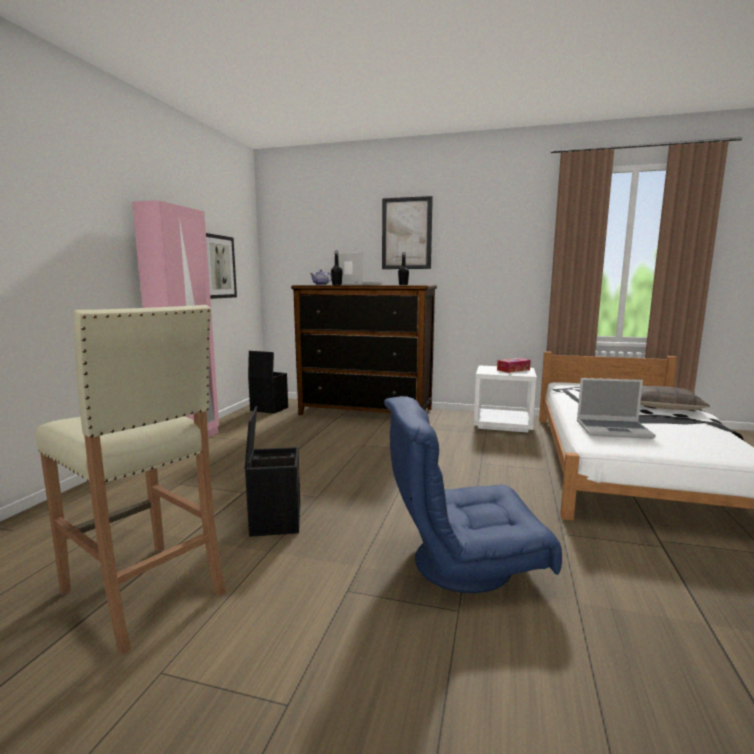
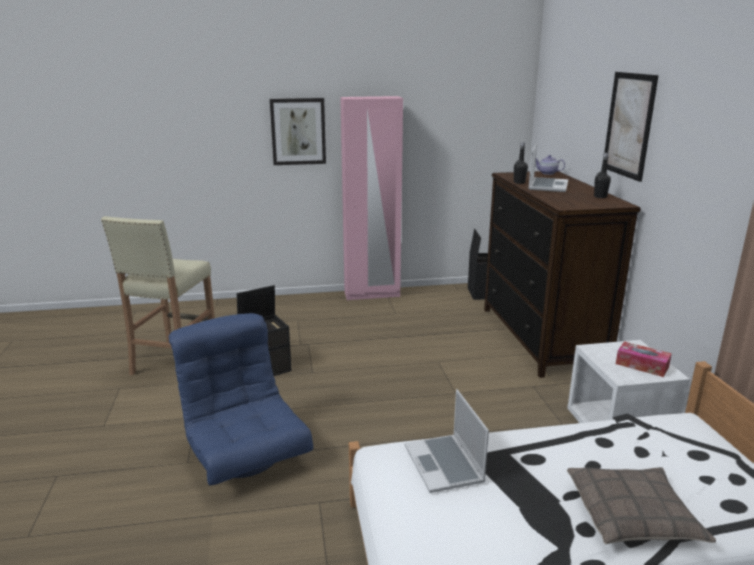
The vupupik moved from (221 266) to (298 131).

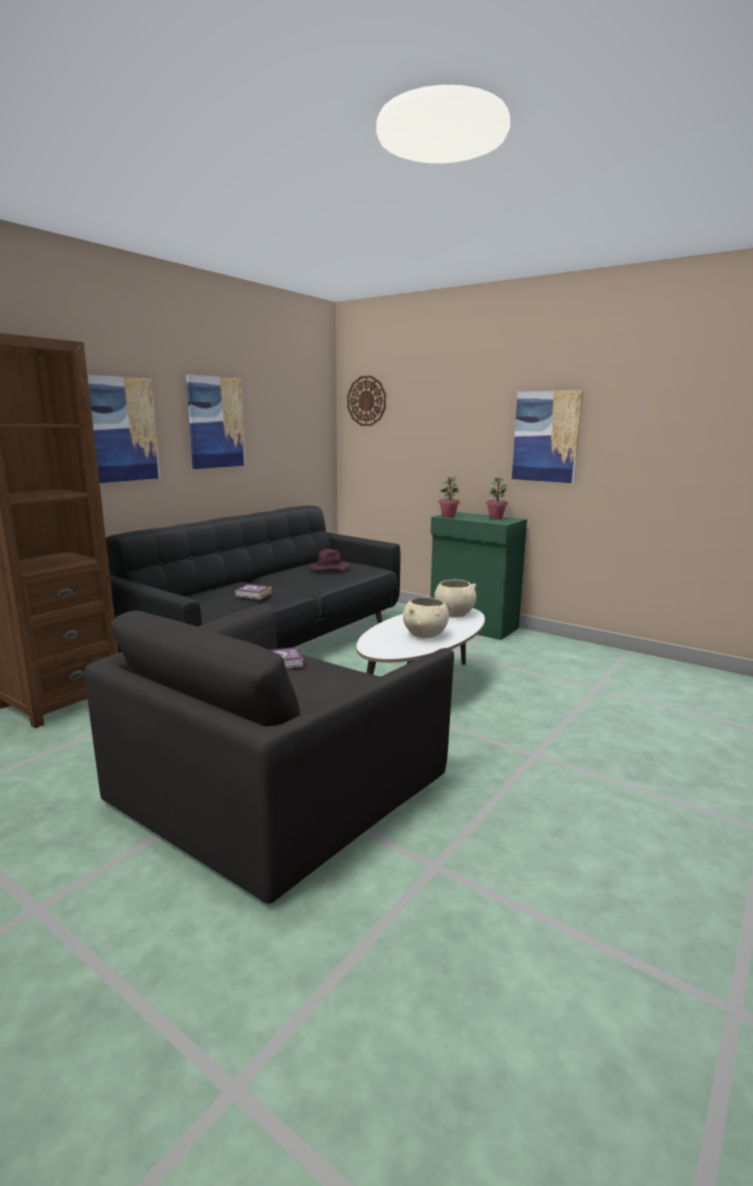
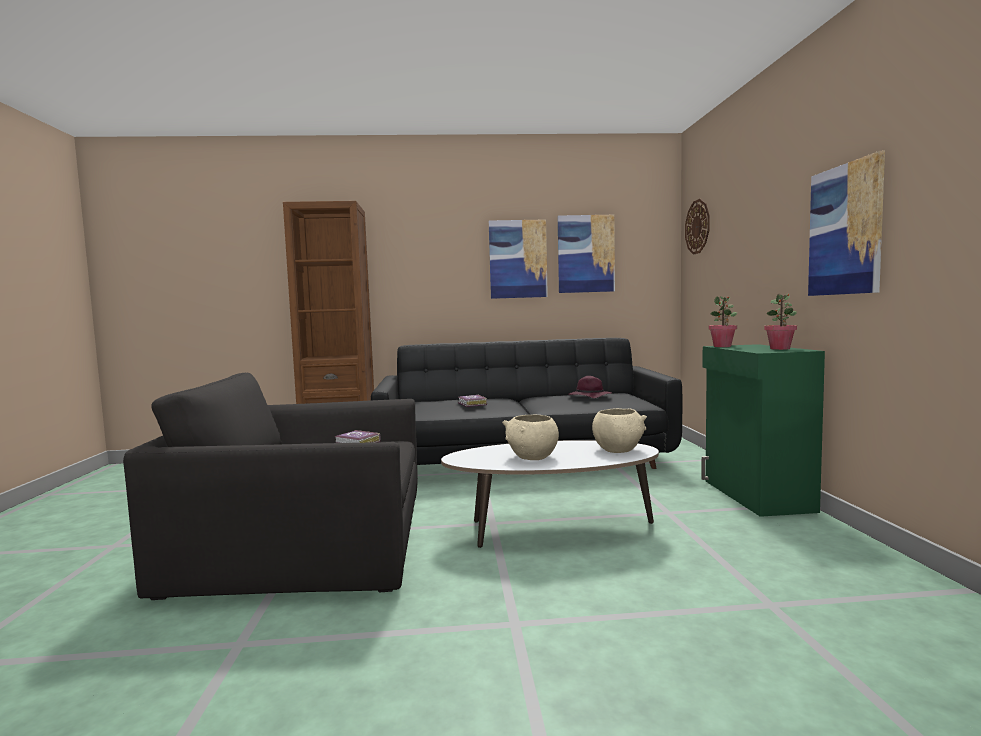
The vupupik moved from (123 429) to (586 254).

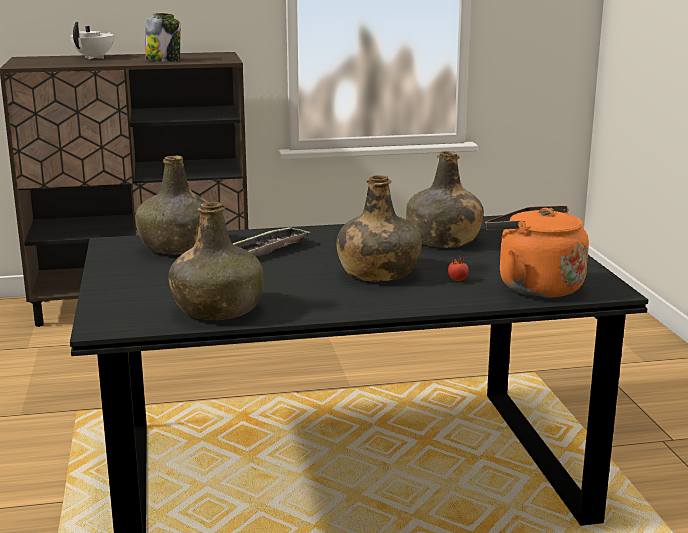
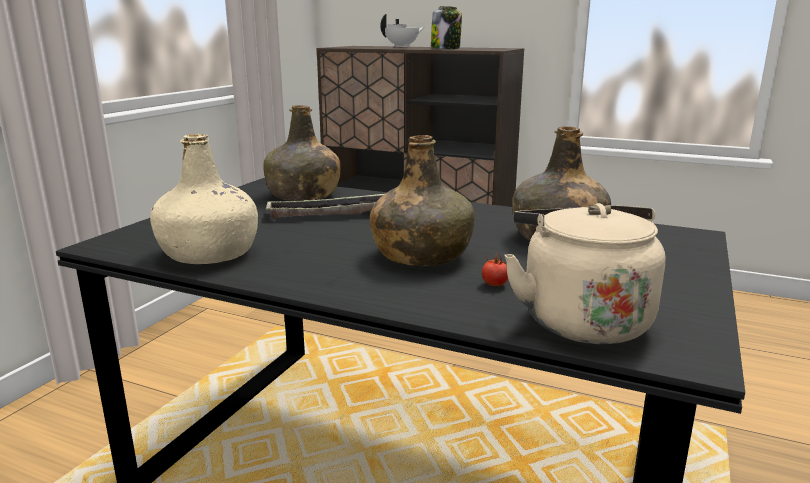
The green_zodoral at (216 261) became the beige_zodoral at (204 199).
The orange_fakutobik at (537 251) became the beige_fakutobik at (585 273).

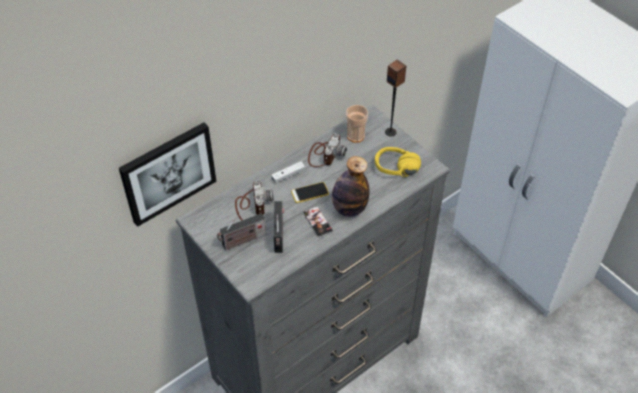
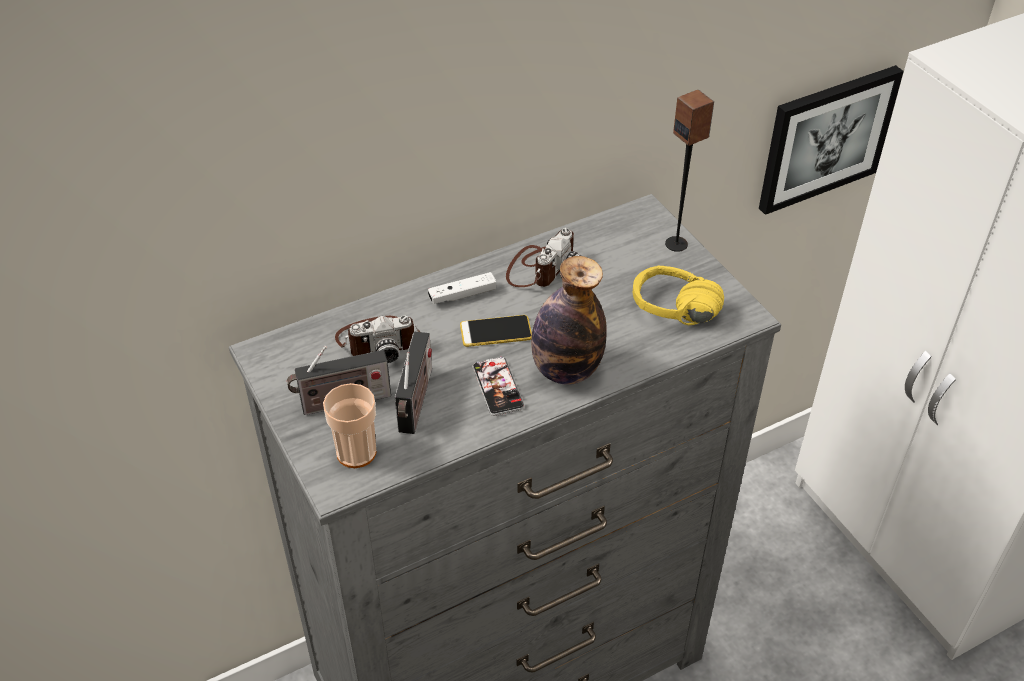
The vupupik moved from (168 174) to (831 140).
The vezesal at (254 200) turned 75 degrees clockwise.
The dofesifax moved from (357 124) to (350 425).

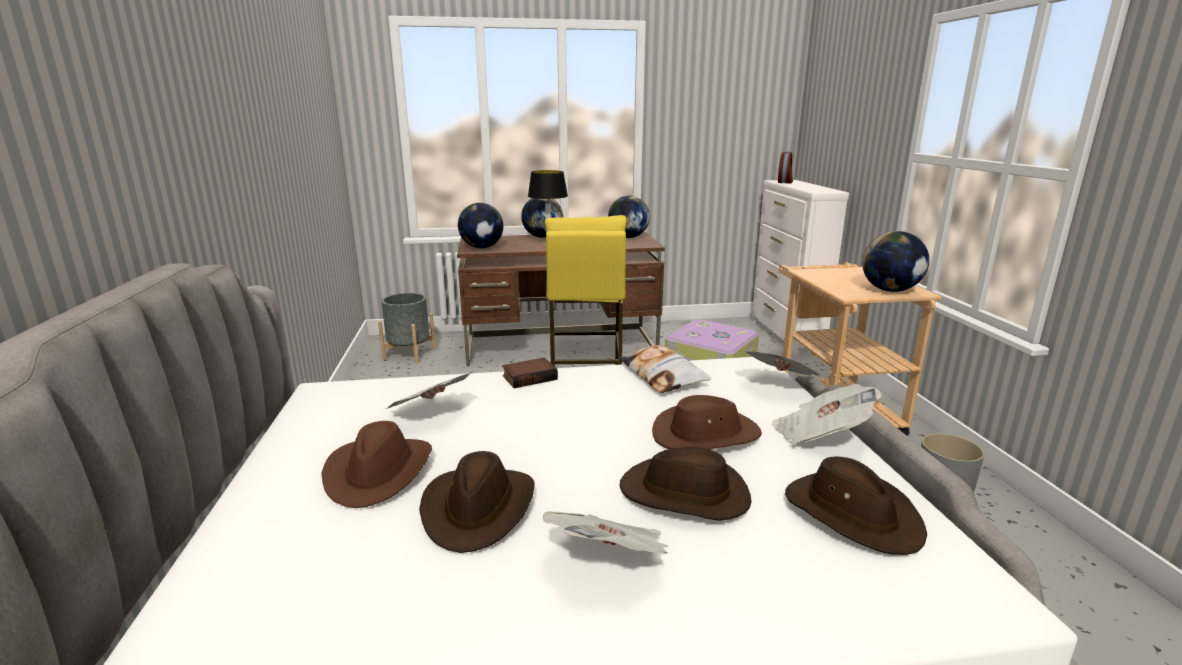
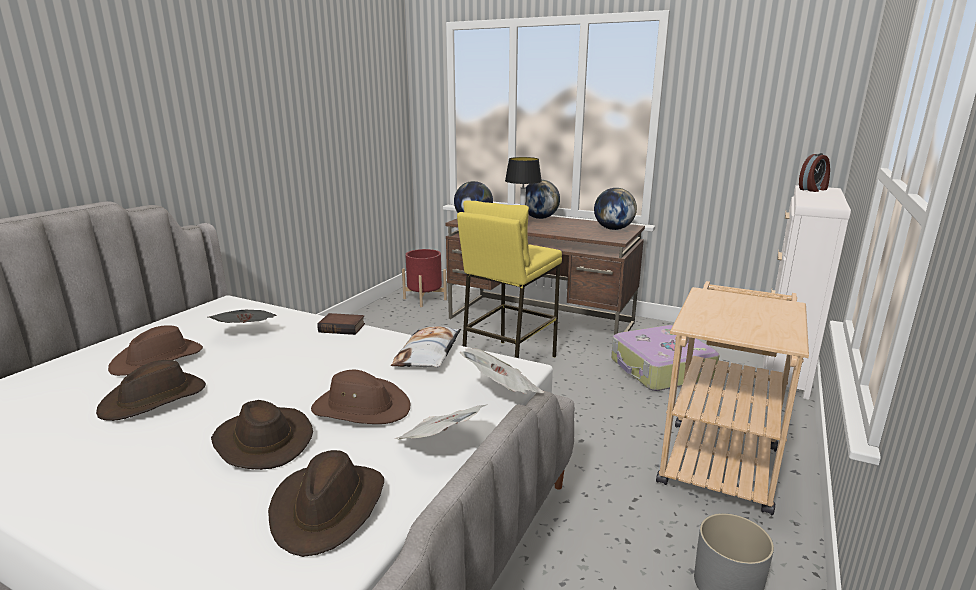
The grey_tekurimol at (407 328) became the red_tekurimol at (424 278).
The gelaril at (605 533) disappeared.
The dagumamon at (895 261) disappeared.

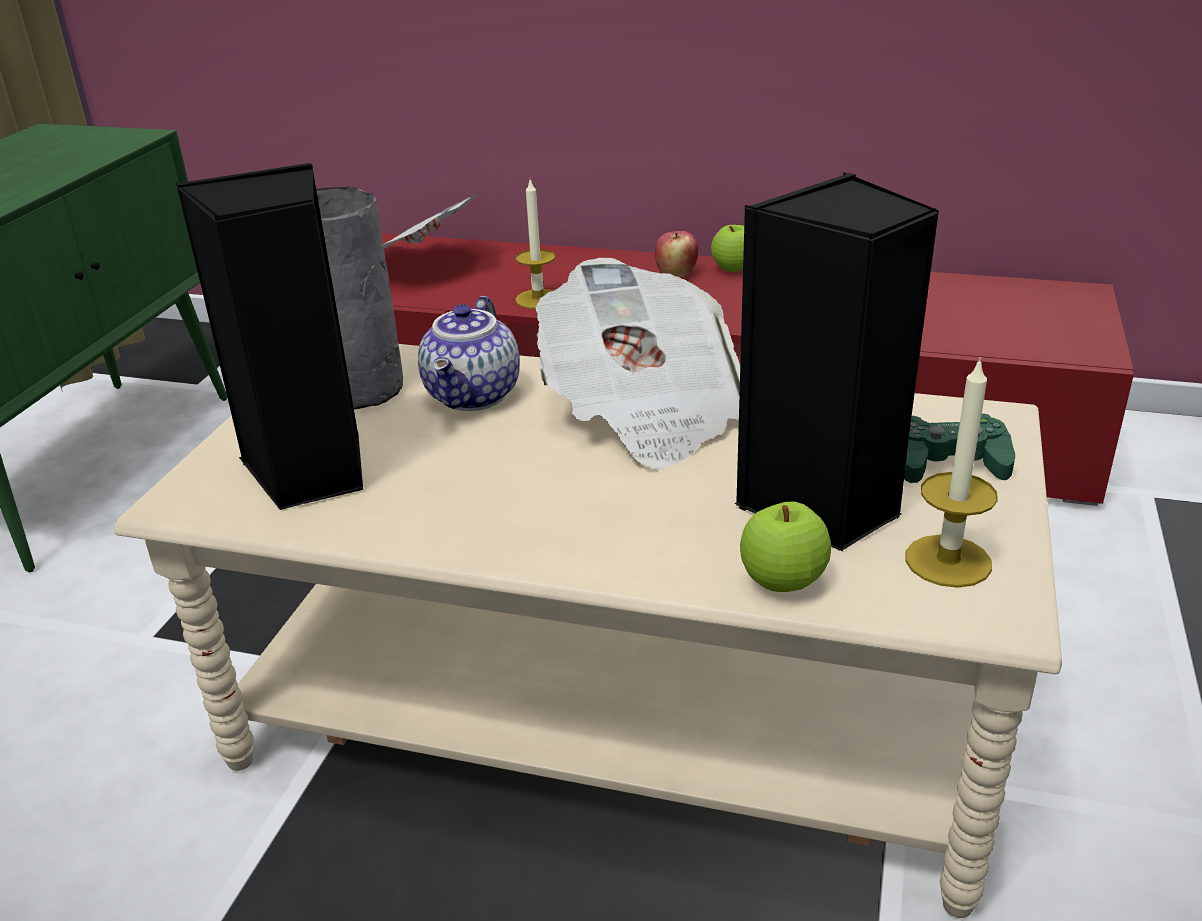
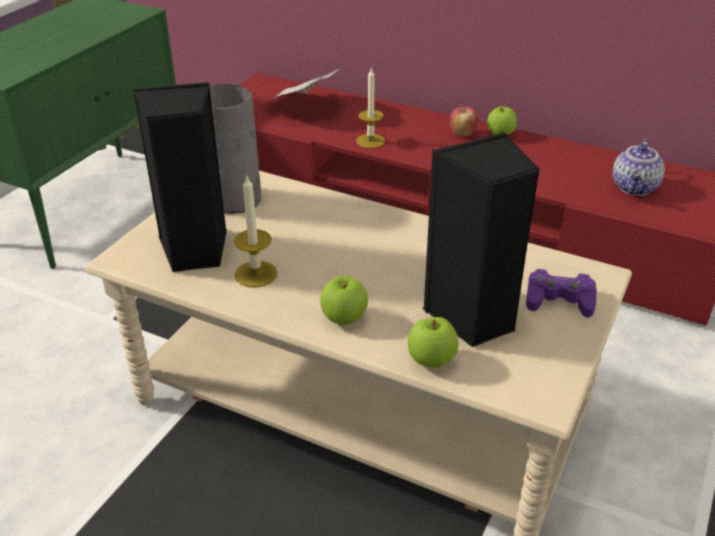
The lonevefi moved from (469 353) to (639 167).
The gelaril at (638 364) disappeared.
The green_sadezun at (959 448) became the purple_sadezun at (561 293).
The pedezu moved from (951 472) to (256 230).
The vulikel at (344 300) appeared.

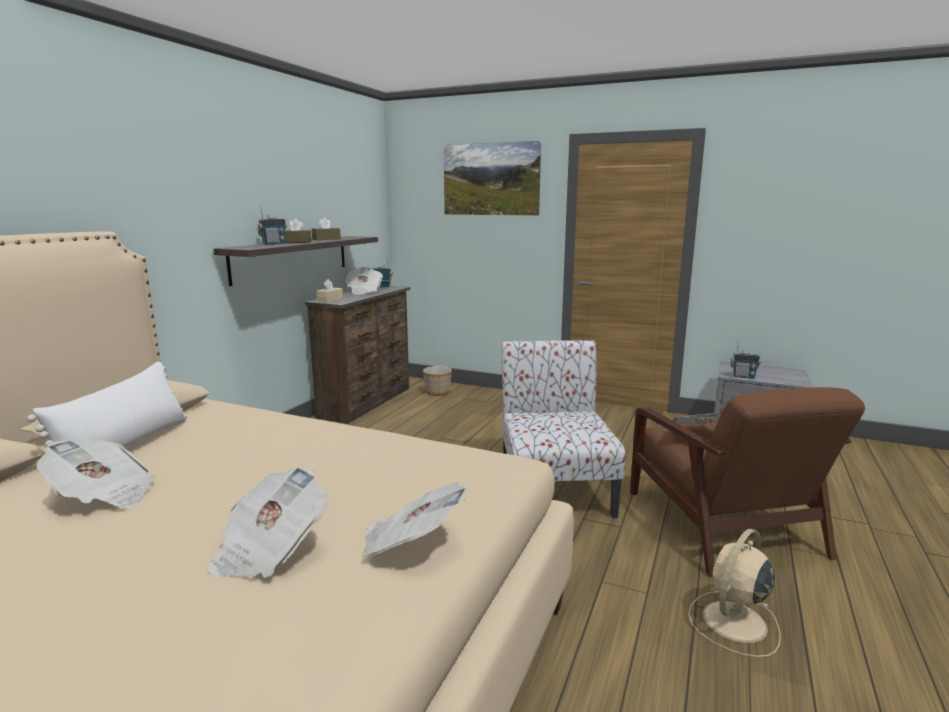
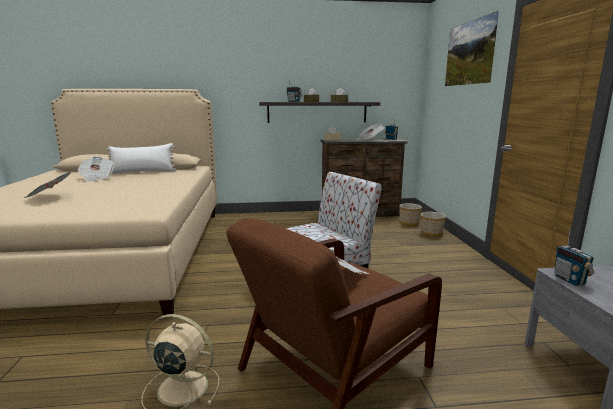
The gelaril at (415 519) disappeared.
The tekurimol at (433 224) appeared.

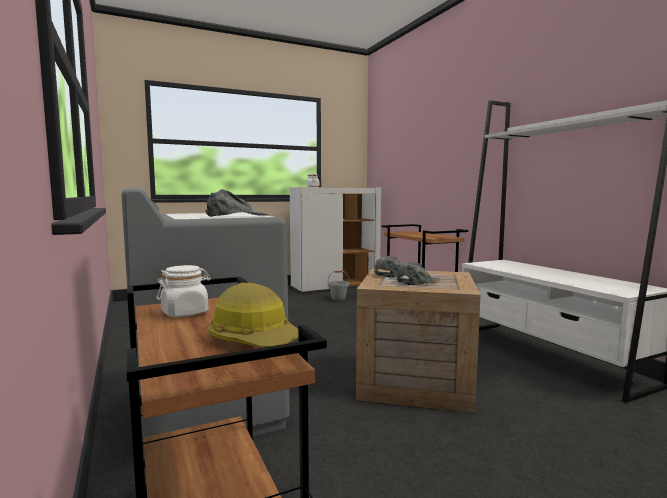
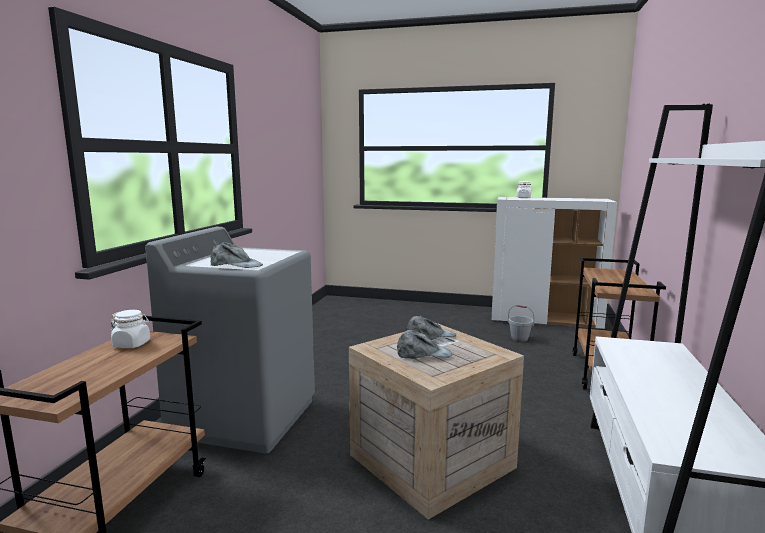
The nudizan at (253 315) disappeared.

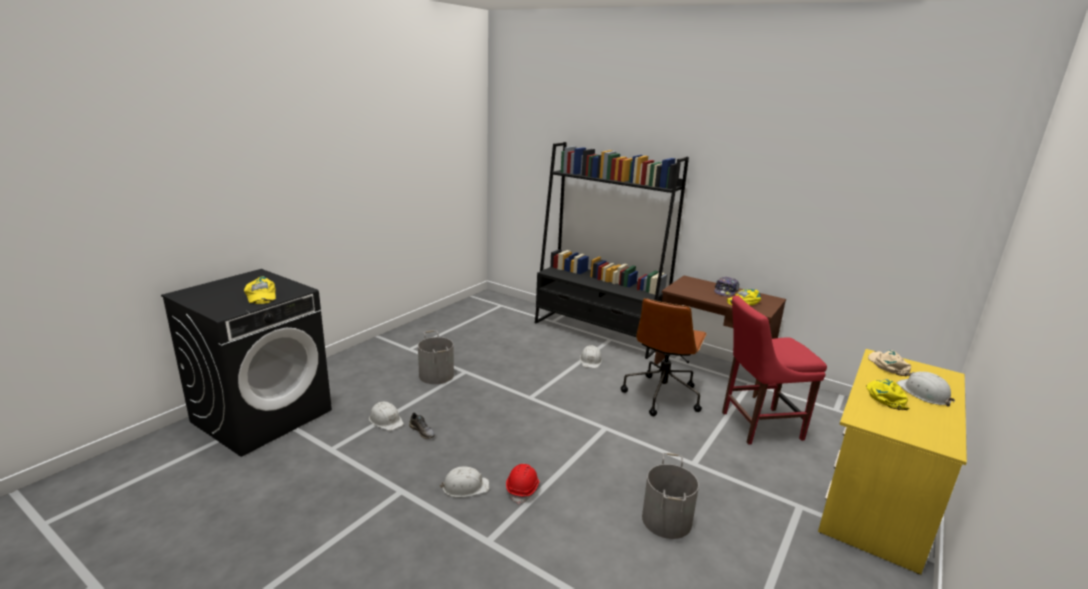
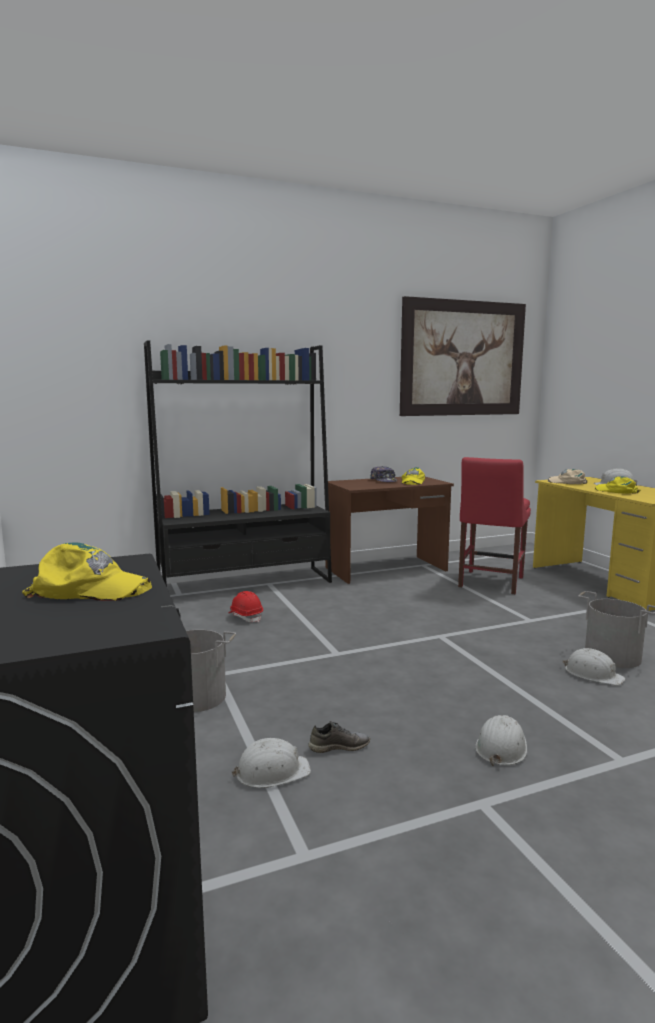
The red_nudizan moved from (523 484) to (246 606).
The white_nudizan moved from (591 356) to (594 666).
The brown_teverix at (664 357) disappeared.
The vupupik at (463 356) appeared.

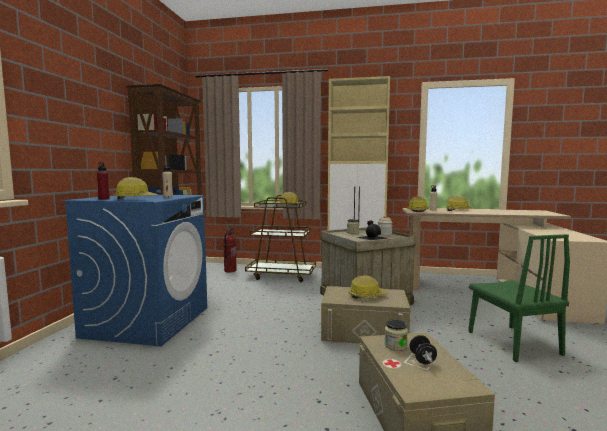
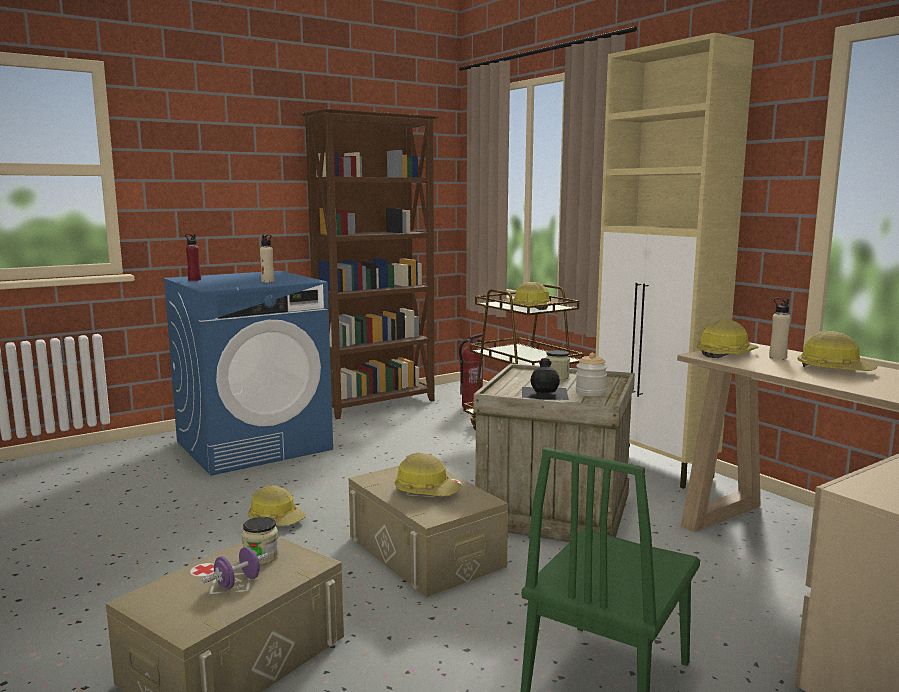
The nudizan moved from (136 188) to (277 505).
The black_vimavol at (423 349) became the purple_vimavol at (235 568).

